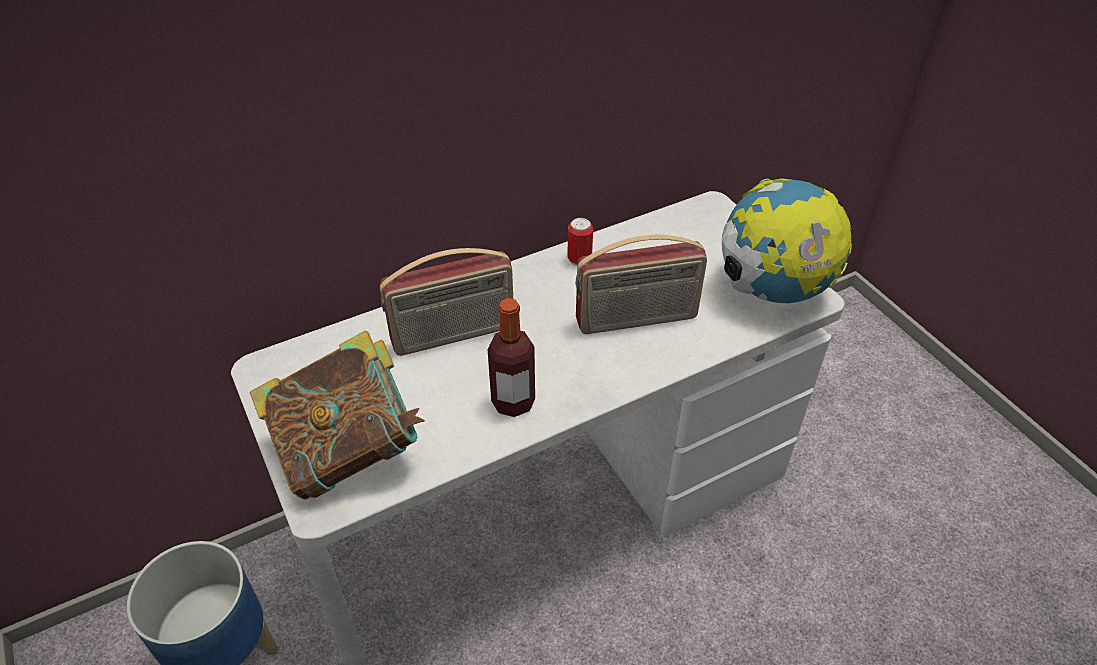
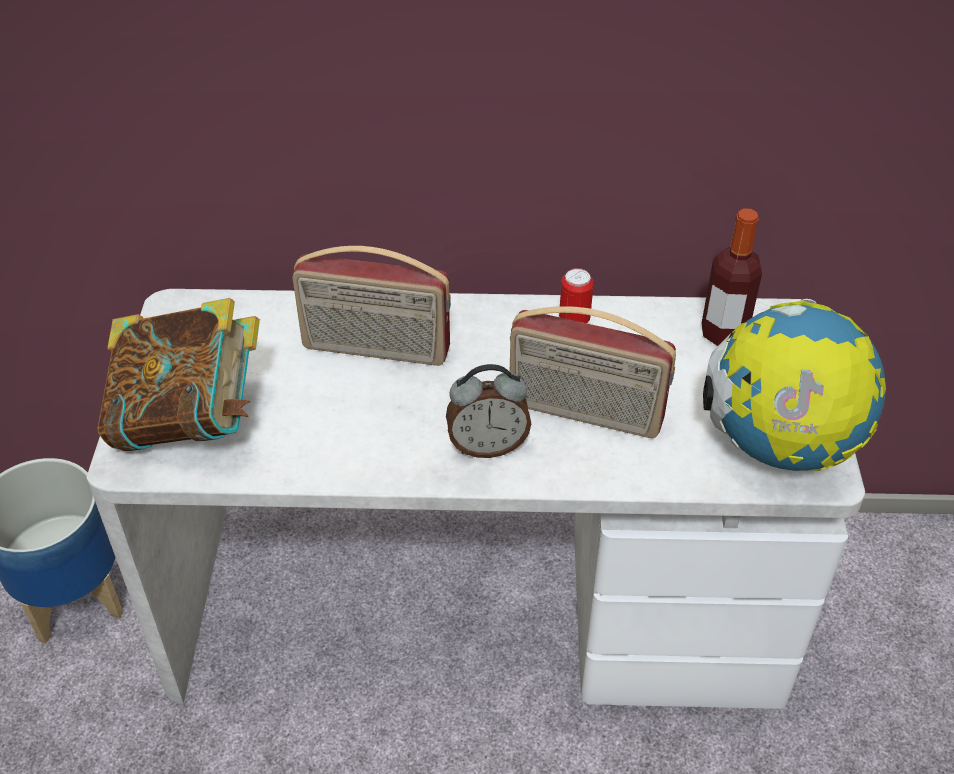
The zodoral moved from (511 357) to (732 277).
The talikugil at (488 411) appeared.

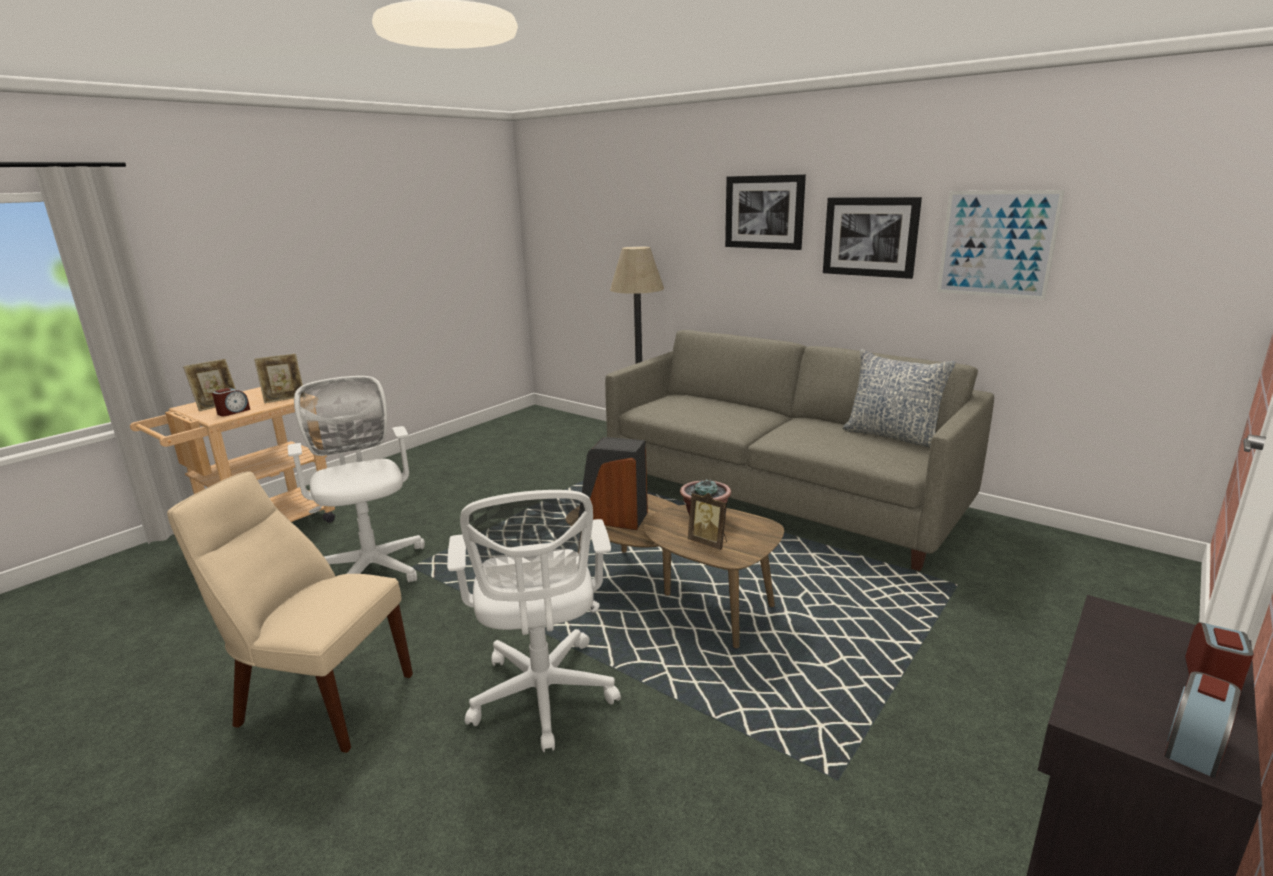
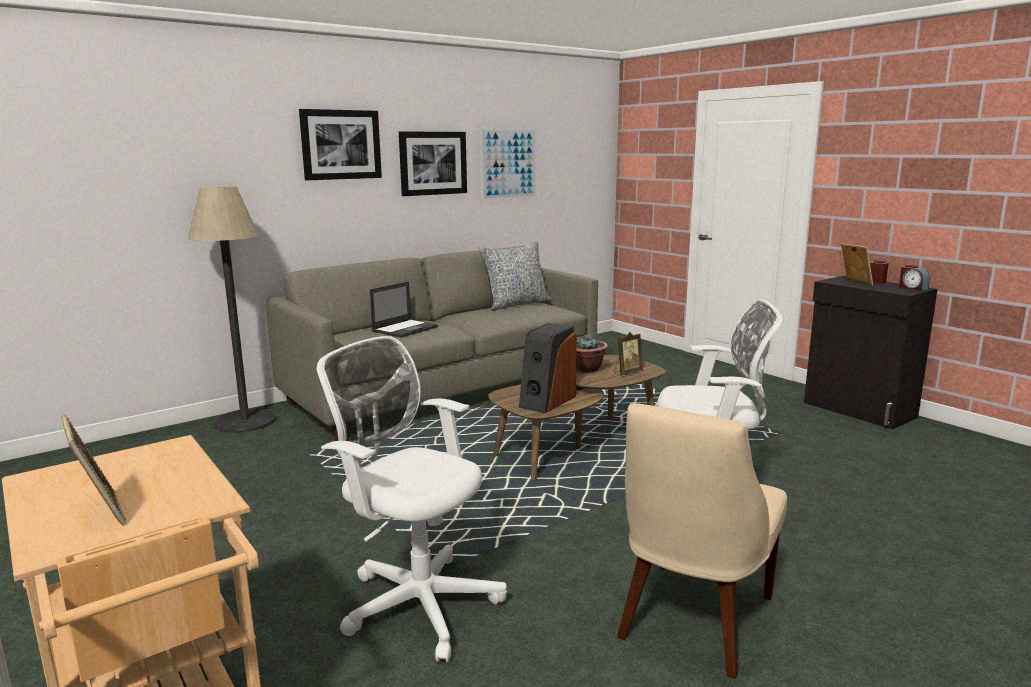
The talikugil at (231 402) disappeared.
The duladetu moved from (278 378) to (857 265).
The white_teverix at (356 479) turned 45 degrees clockwise.
The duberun at (404 309) appeared.

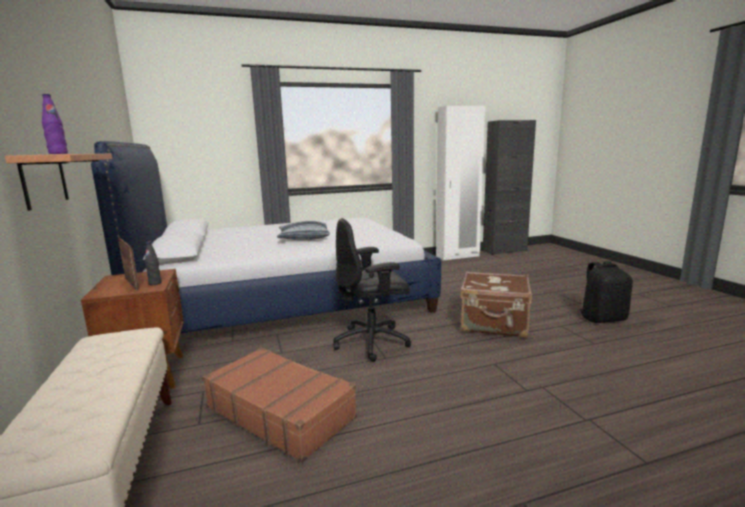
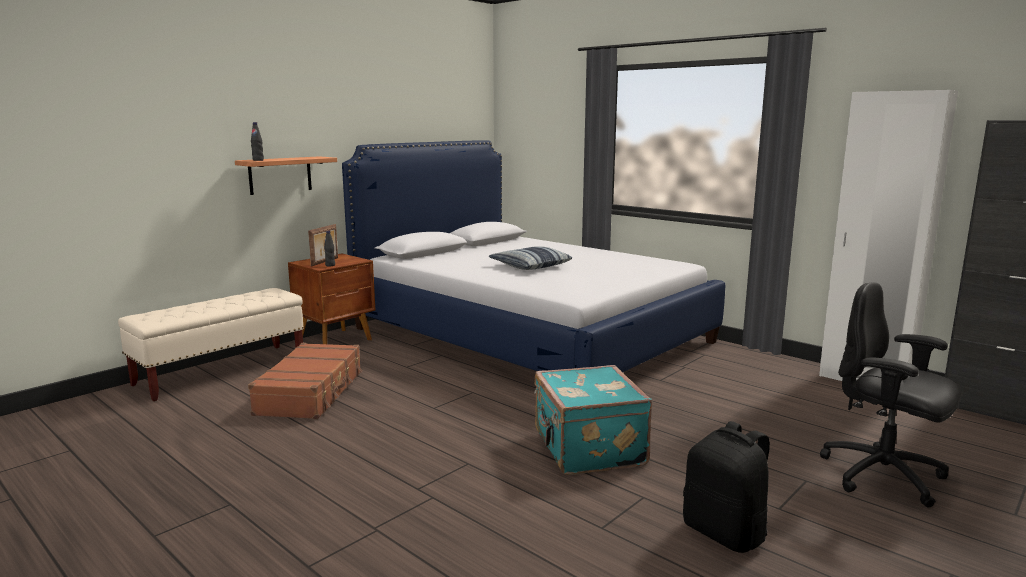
The purple_zodoral at (55 124) became the black_zodoral at (257 141).
The black_teverix moved from (372 290) to (890 395).
The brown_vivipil at (496 304) became the turquoise_vivipil at (593 420).

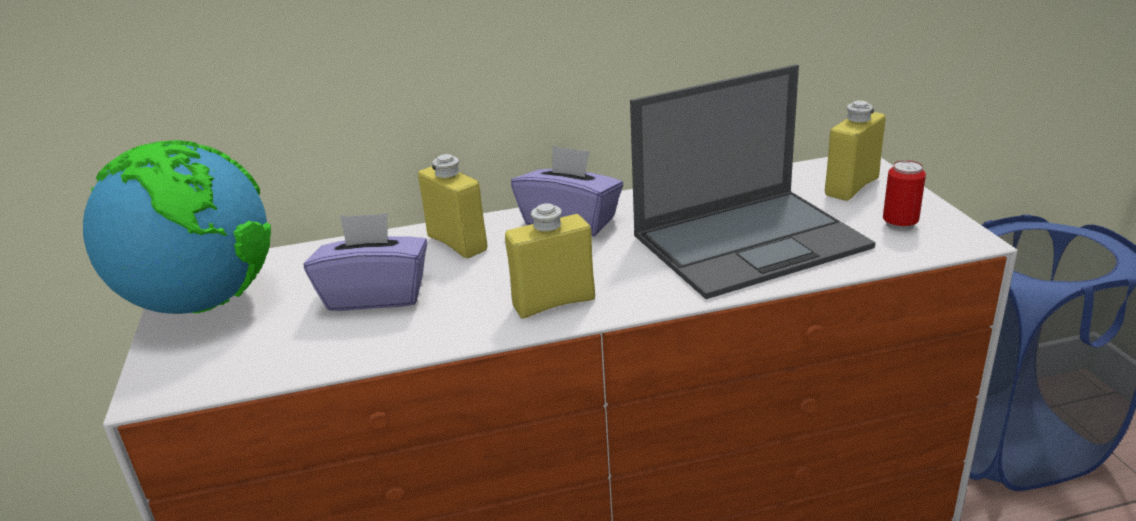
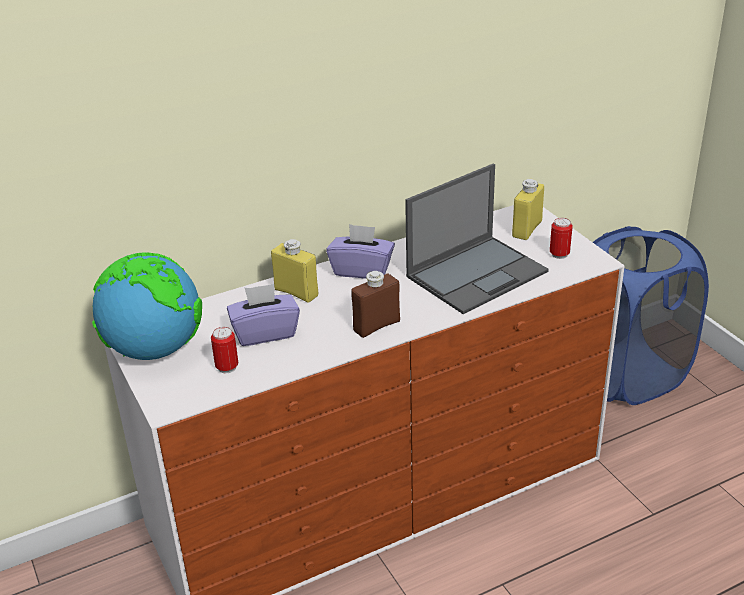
The yellow_zodoral at (550 261) became the brown_zodoral at (375 304).
The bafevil at (224 350) appeared.

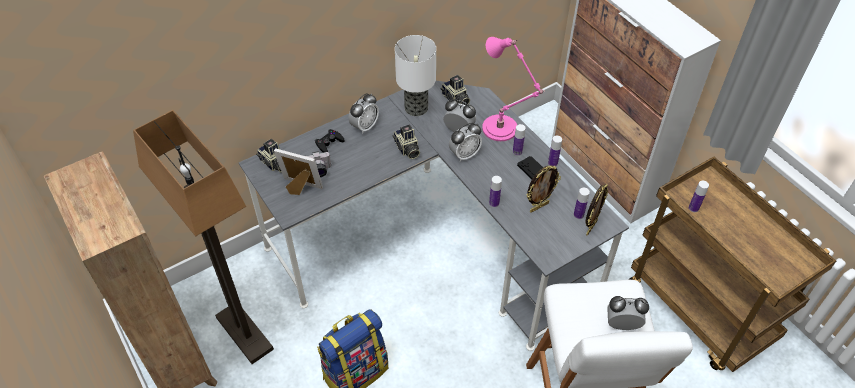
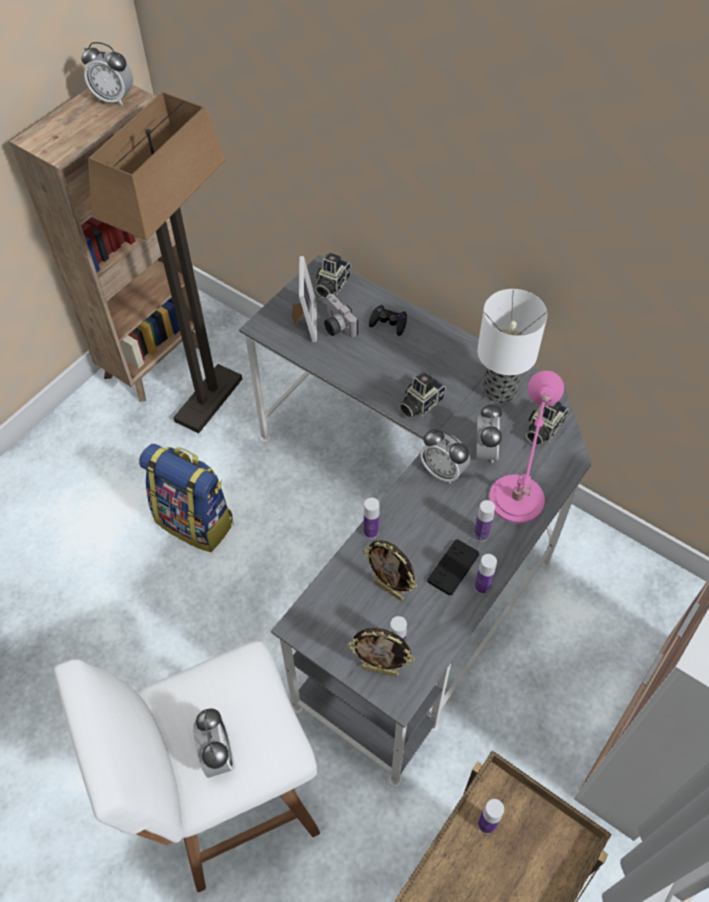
The talikugil moved from (363 113) to (107 74).

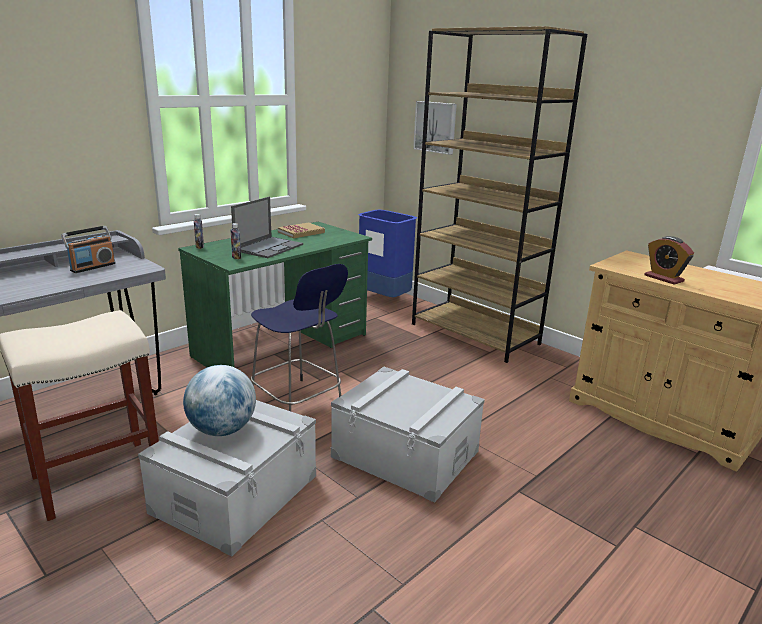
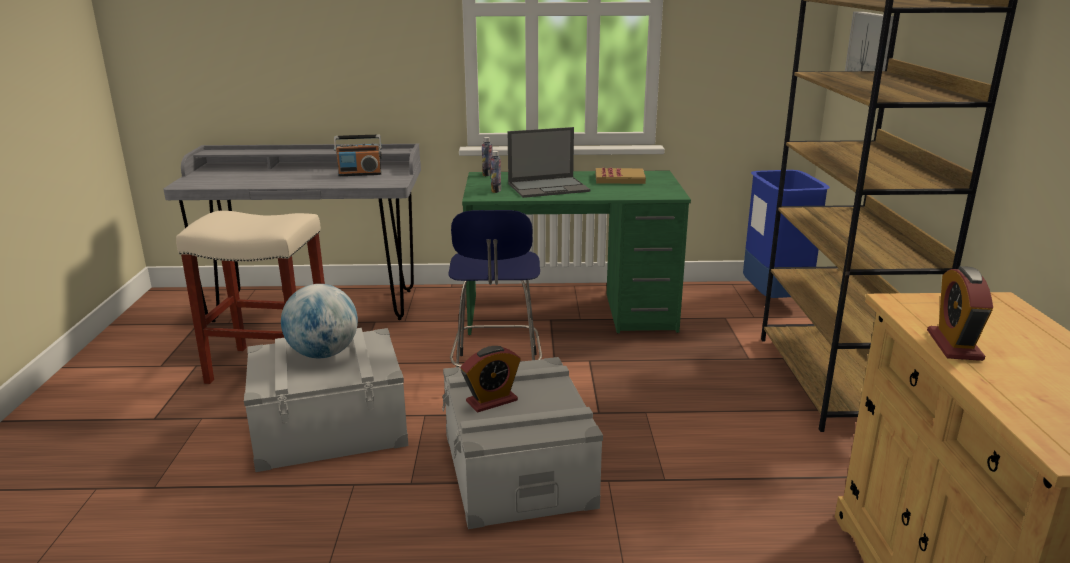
The talikugil at (491 379) appeared.

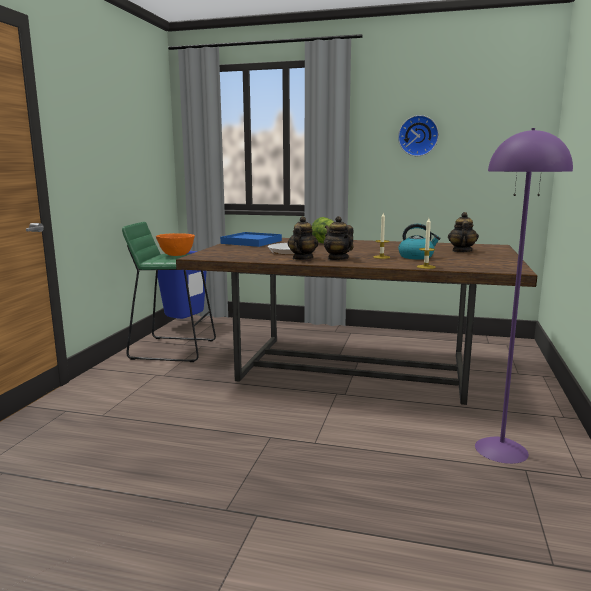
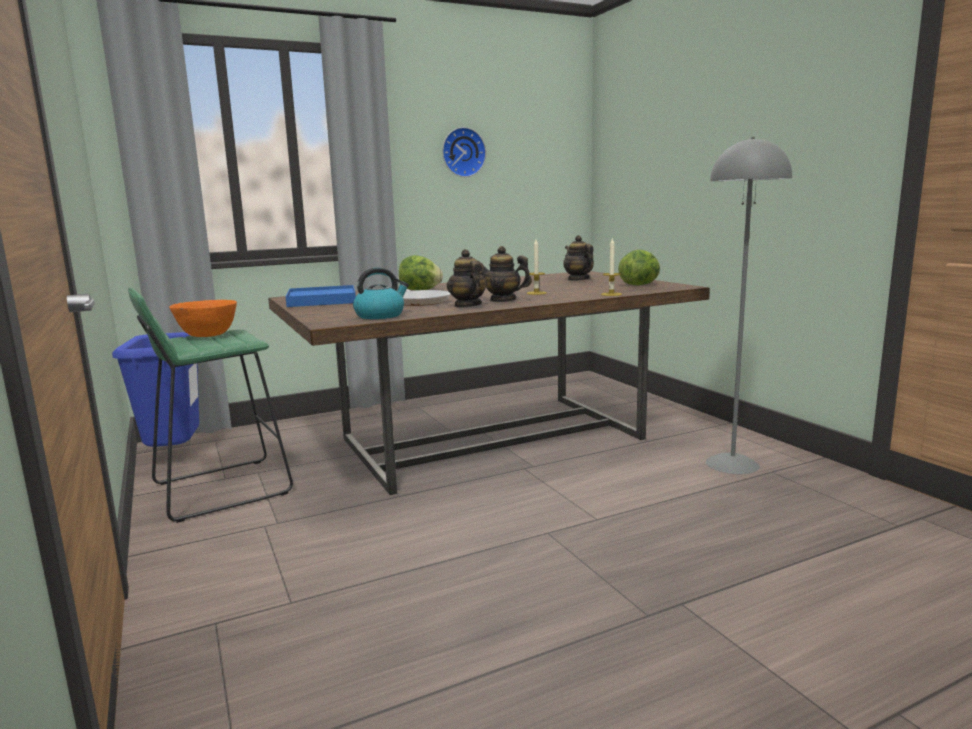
The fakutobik moved from (419 241) to (381 293).
The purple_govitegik at (524 296) became the grey_govitegik at (749 305).
The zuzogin at (639 267) appeared.

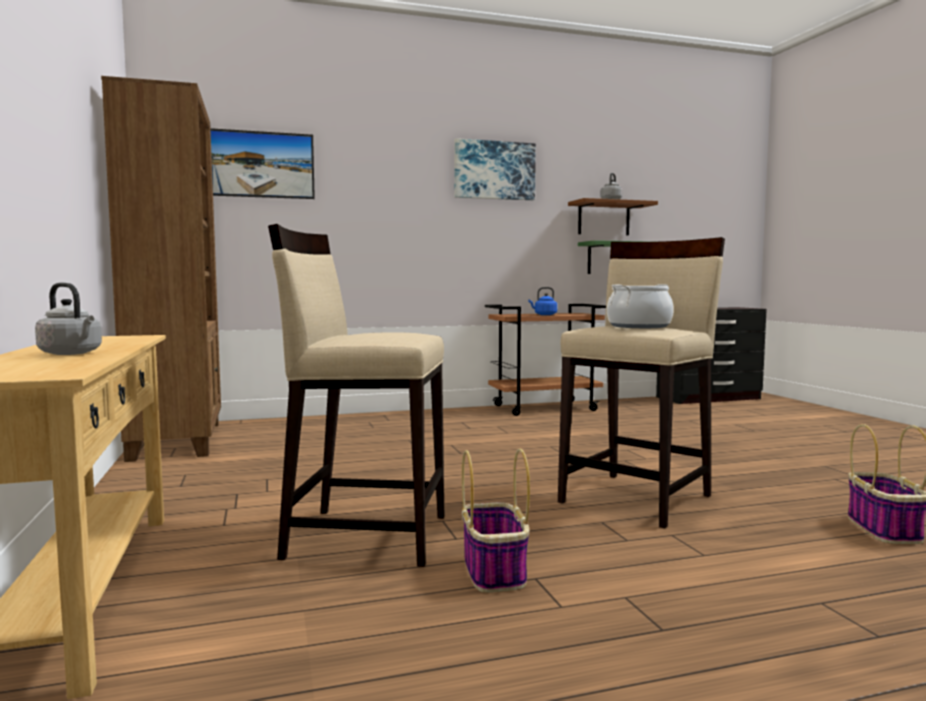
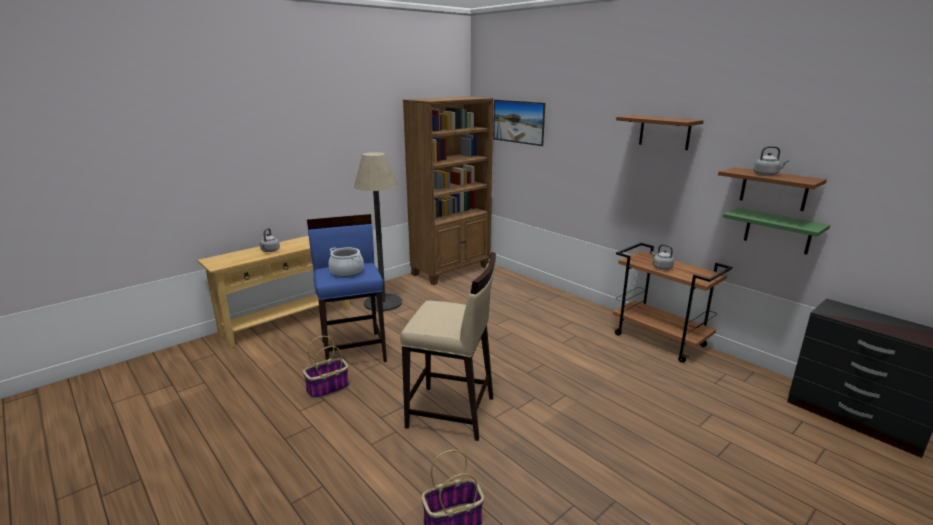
The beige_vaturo at (356 395) became the blue_vaturo at (347 288).
The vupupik at (495 169) was replaced by the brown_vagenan at (660 132).
The blue_fakutobik at (542 301) became the grey_fakutobik at (662 257).
The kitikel moved from (640 306) to (346 262).
The govitegik at (378 231) appeared.

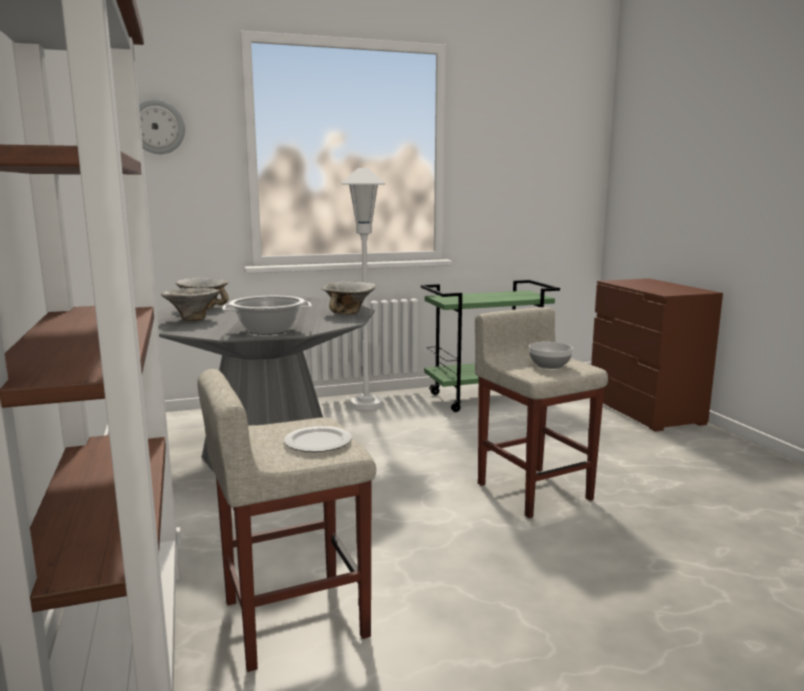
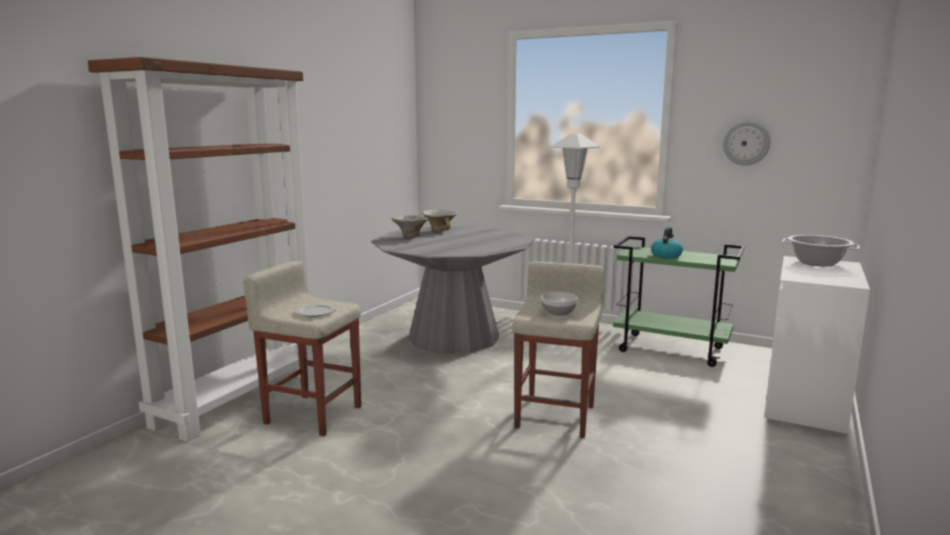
The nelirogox moved from (162 126) to (746 143).
The kitikel moved from (267 315) to (820 251).
The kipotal at (349 298) disappeared.
The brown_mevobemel at (657 355) became the white_mevobemel at (817 346).
The fakutobik at (667 242) appeared.

